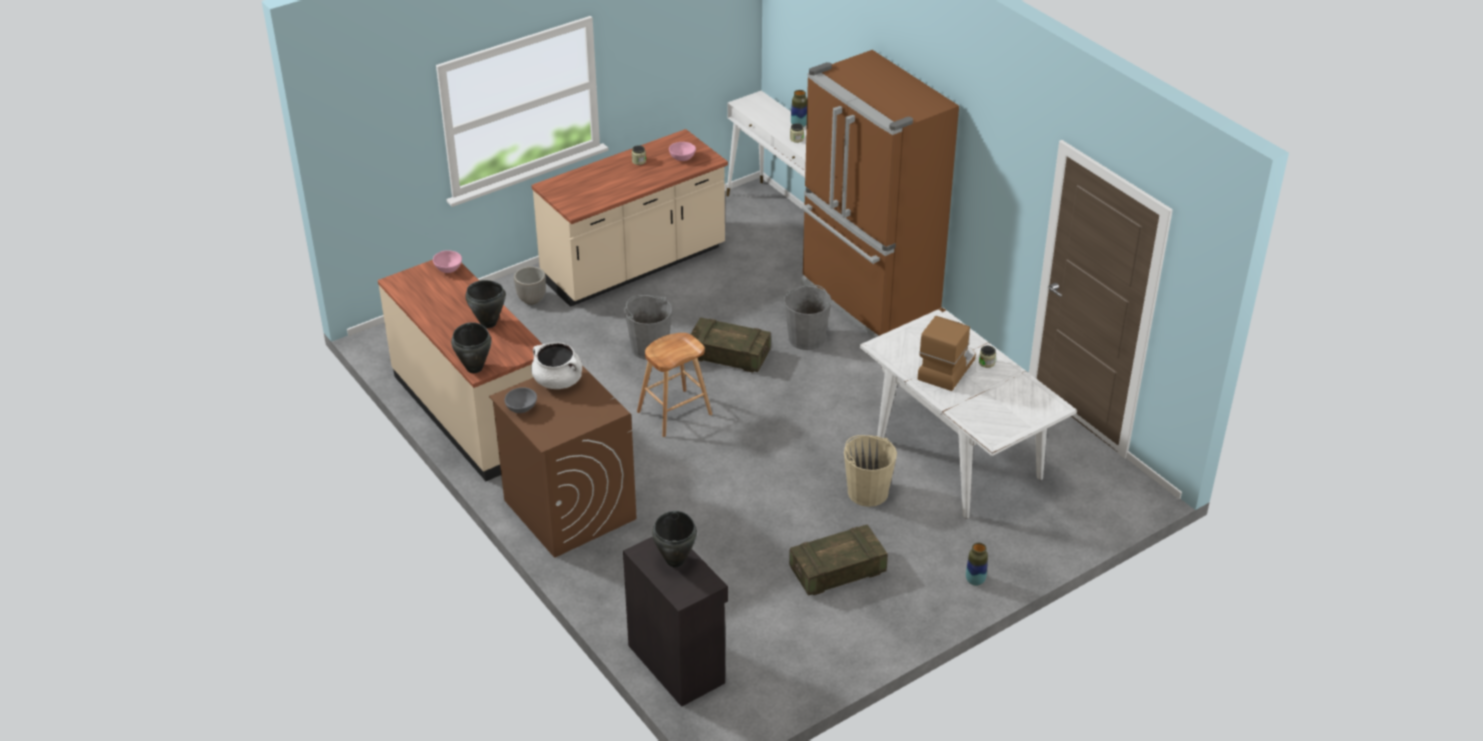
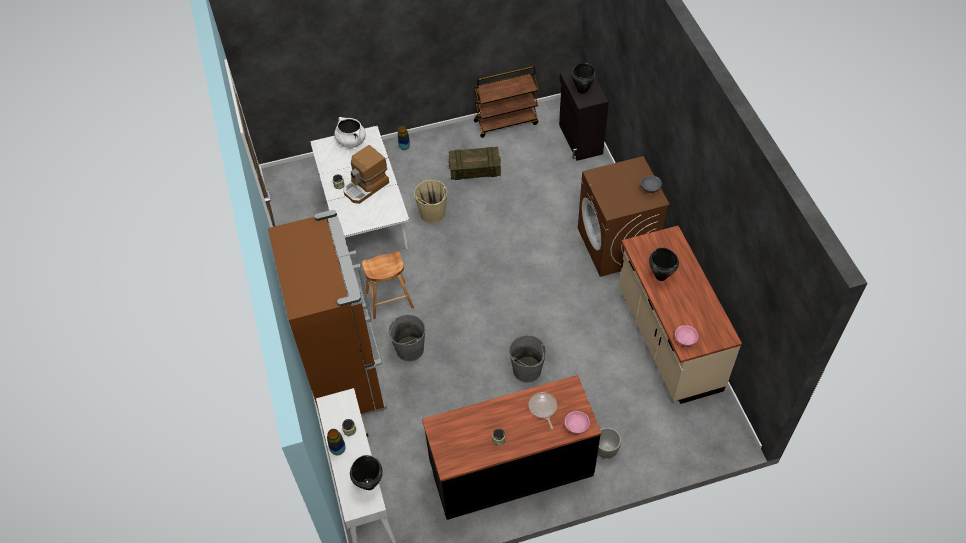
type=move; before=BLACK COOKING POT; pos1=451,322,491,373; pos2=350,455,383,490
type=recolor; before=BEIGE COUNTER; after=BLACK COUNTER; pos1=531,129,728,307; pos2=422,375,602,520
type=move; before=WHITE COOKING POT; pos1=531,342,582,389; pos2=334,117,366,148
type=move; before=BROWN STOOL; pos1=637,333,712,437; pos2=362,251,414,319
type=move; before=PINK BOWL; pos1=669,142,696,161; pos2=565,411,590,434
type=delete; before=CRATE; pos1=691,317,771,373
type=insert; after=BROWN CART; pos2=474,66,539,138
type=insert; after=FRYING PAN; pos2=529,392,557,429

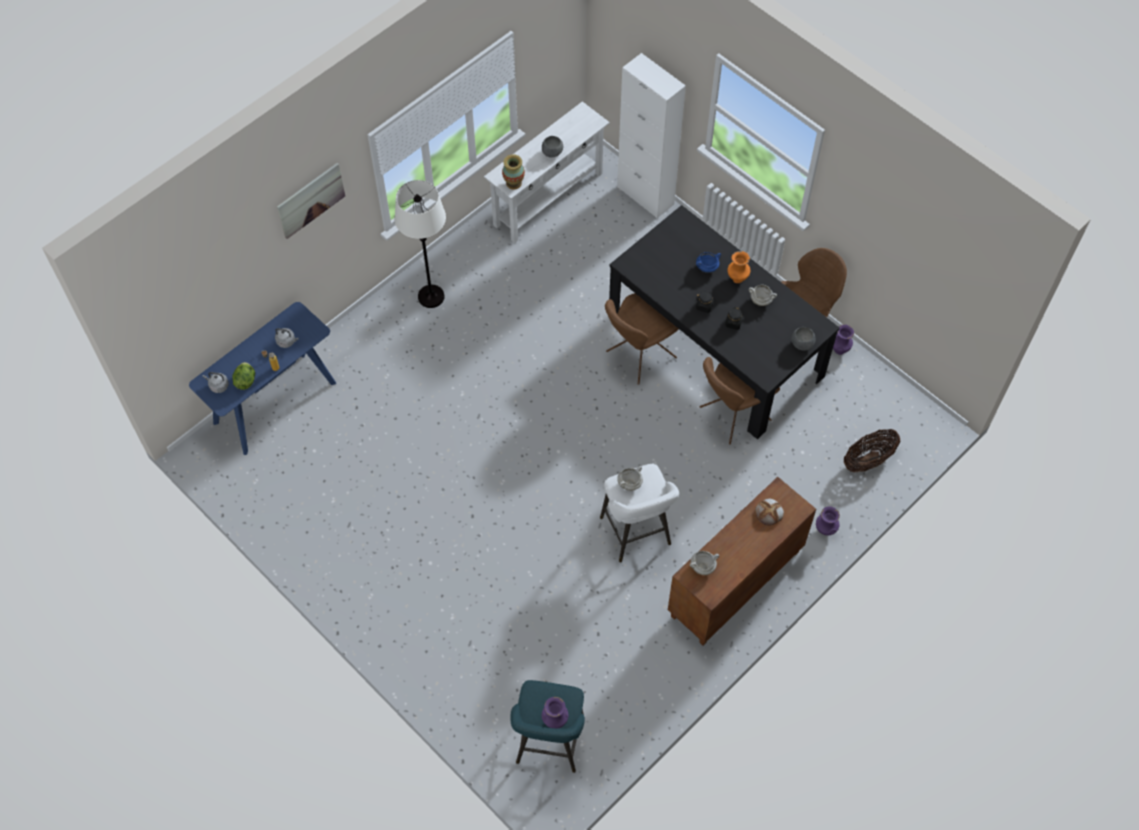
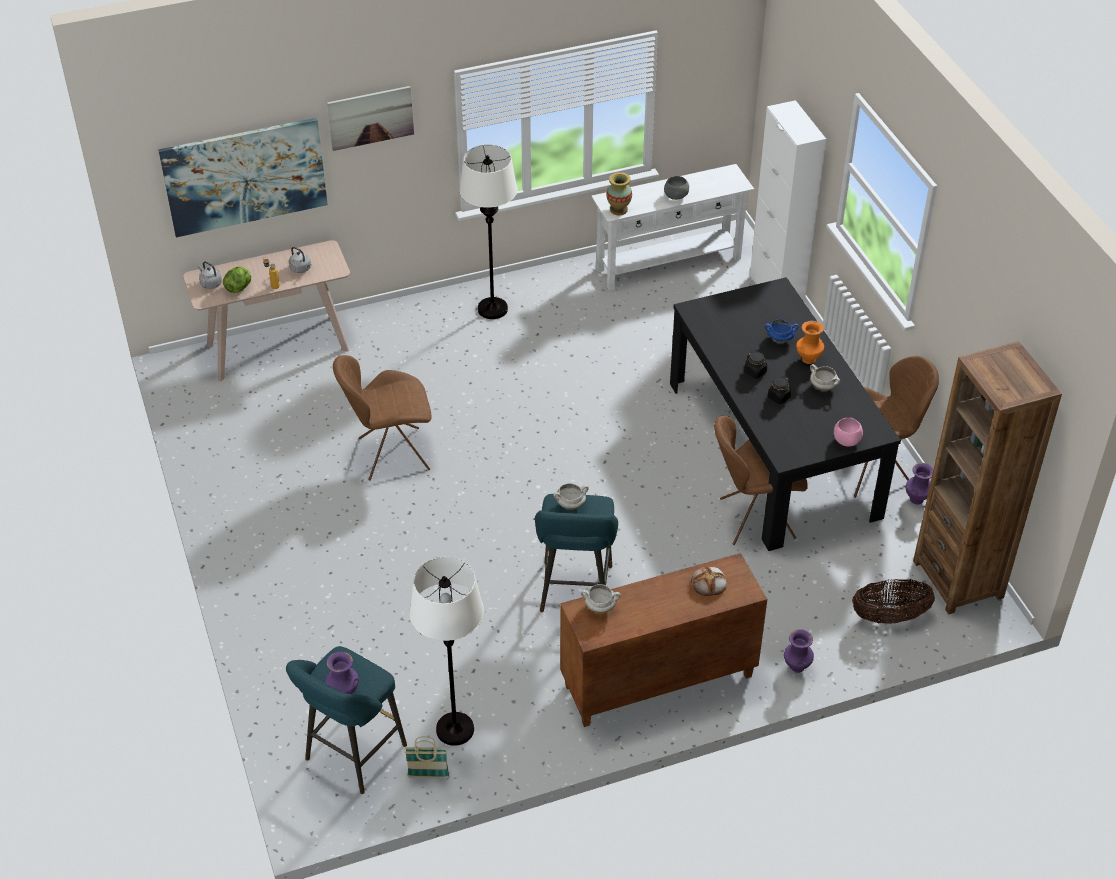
type=recolor; before=BLUE CONSOLE TABLE; after=BEIGE CONSOLE TABLE; pos1=189,302,336,455; pos2=183,240,350,382
type=recolor; before=WHITE STOOL; after=TURQUOISE STOOL; pos1=600,464,679,562; pos2=535,494,618,612
type=move; before=BROWN CHAIR; pos1=605,293,679,385; pos2=333,355,431,481
type=recolor; before=GREY BOWL; after=PINK BOWL; pos1=792,327,815,351; pos2=834,418,863,447
type=insert; after=PICTURE; pos2=158,118,328,237
type=insert; after=BASKET; pos2=405,736,449,779
type=insert; after=WHITE FLOOR LAMP; pos2=410,557,484,746
type=insert; after=BROWN BOOKCASE; pos2=913,341,1062,614

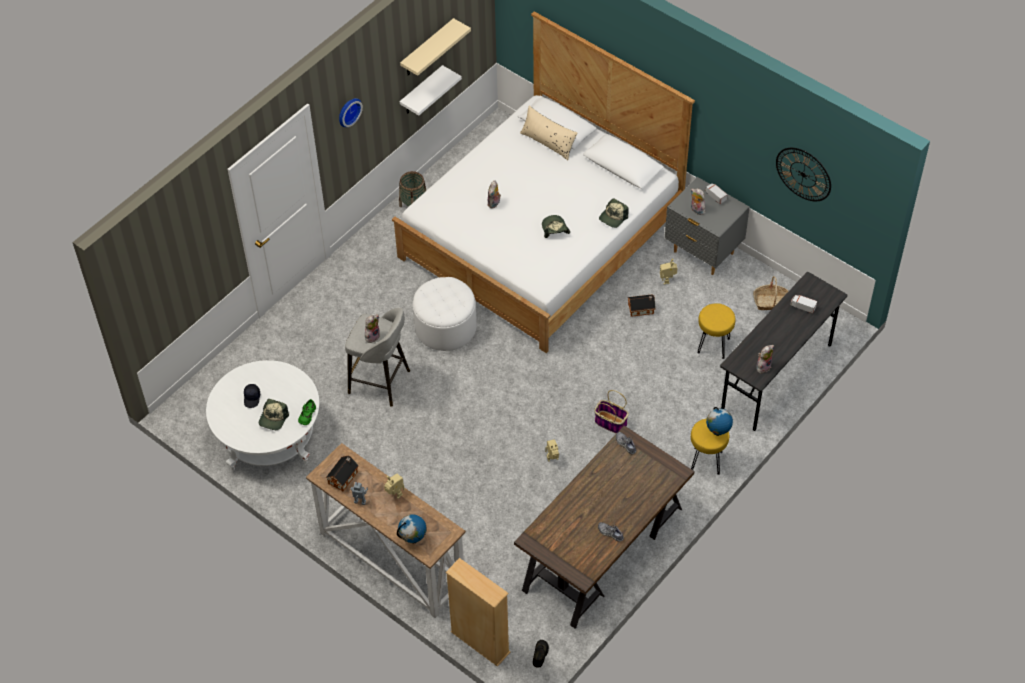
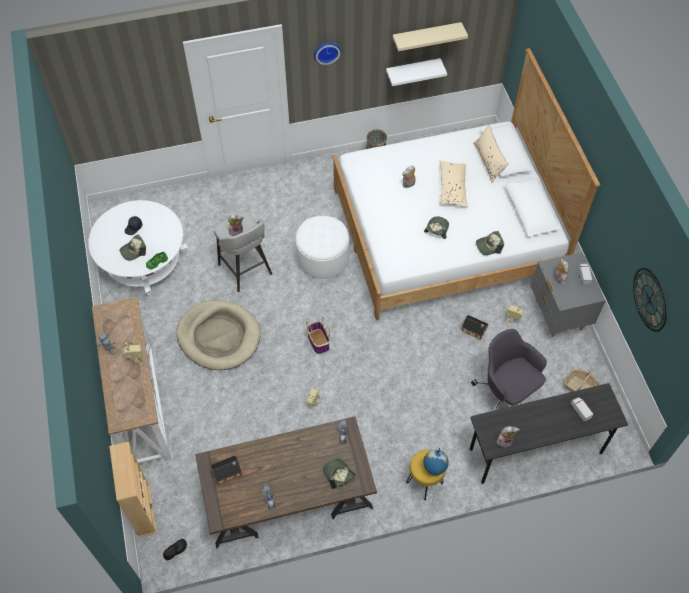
type=move; before=TOY HOUSE; pos1=326,455,359,491; pos2=210,455,242,485
type=delete; before=GLOBE; pos1=397,514,427,543
type=move; before=BASKET; pos1=594,390,629,433; pos2=307,317,330,354
type=replace; before=YELLOW STOOL; after=GREY OFFICE CHAIR; pos1=697,303,735,359; pos2=471,329,547,411
type=insert; after=BEIGE DOG BED; pos2=176,300,261,370
type=insert; after=CAP; pos2=323,458,355,489
type=insert; after=BEIGE PILLOW; pos2=440,160,468,207

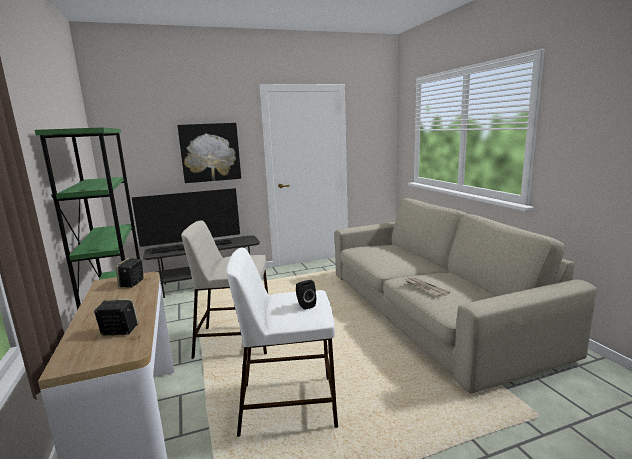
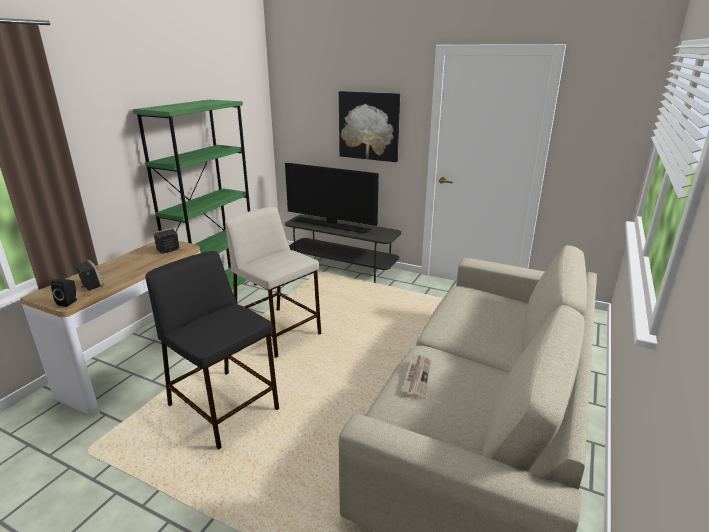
type=recolor; before=WHITE STOOL; after=BLACK STOOL; pos1=226,248,338,437; pos2=145,251,279,450
type=move; before=BLACK SPEAKER; pos1=296,280,316,310; pos2=51,279,77,307

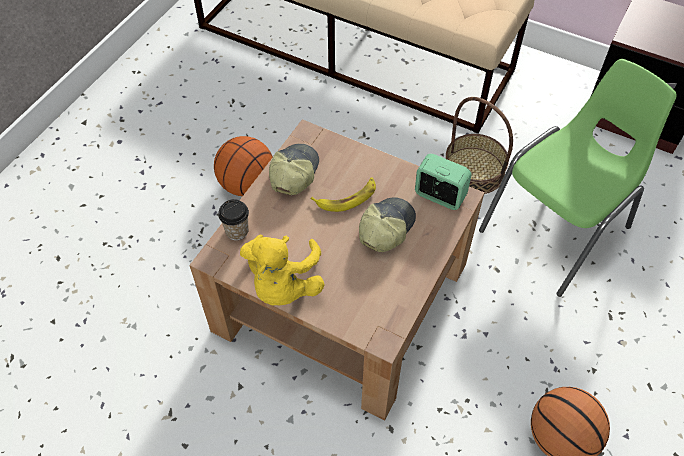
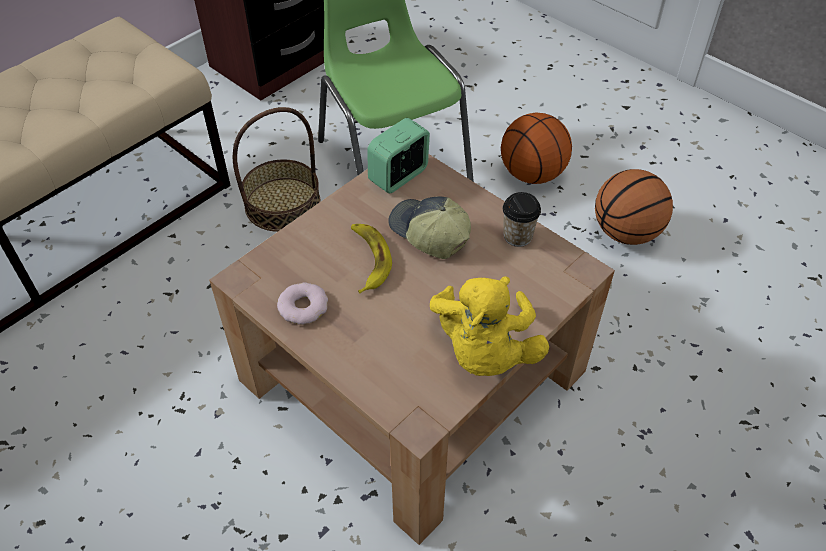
type=move; before=BASKETBALL; pos1=214,136,273,196; pos2=501,113,572,184
type=move; before=CUP; pos1=218,199,249,240; pos2=503,192,541,247
type=rotate; before=YELLOW PLUSH TOY; pos1=240,235,325,305; pos2=430,276,549,376; turn=75
type=replace; before=CAP; after=DONUT; pos1=269,144,319,195; pos2=277,282,328,325

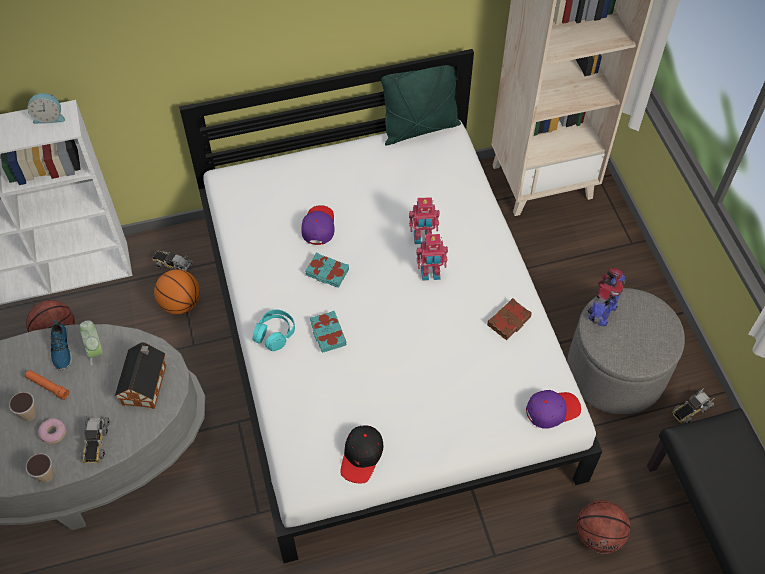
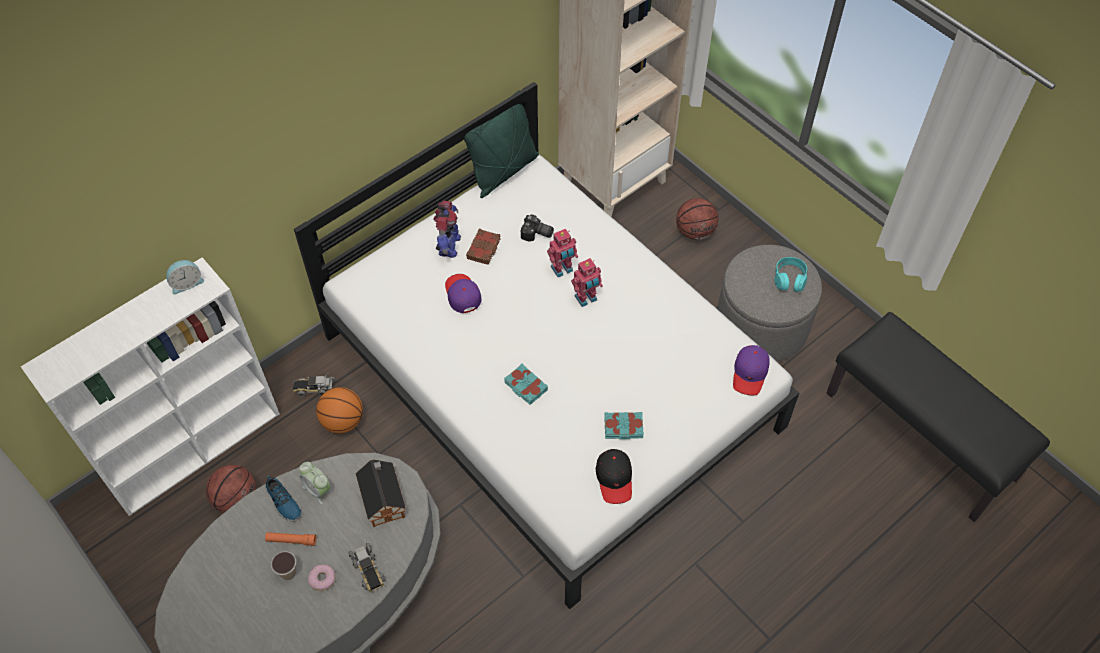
type=delete; before=CUP; pos1=26,453,54,483
type=move; before=TURQUOISE HEADPHONES; pos1=253,309,295,351; pos2=774,257,807,292
type=move; before=TURQUOISE BOOK; pos1=305,252,349,288; pos2=604,412,644,439
type=move; before=BROWN BOOK; pos1=487,298,532,340; pos2=466,228,501,265
type=rotate; before=PURPLE CAP; pos1=526,390,581,429; pos2=733,345,770,395; turn=150
type=move; before=BASKETBALL; pos1=577,500,630,554; pos2=676,198,718,240
type=move; before=TOY ROBOT; pos1=588,268,625,327; pos2=434,201,461,258
type=delete; before=TOY TRUCK; pos1=672,387,714,424
type=insert; after=PHOTO CAMERA; pos2=521,214,554,241

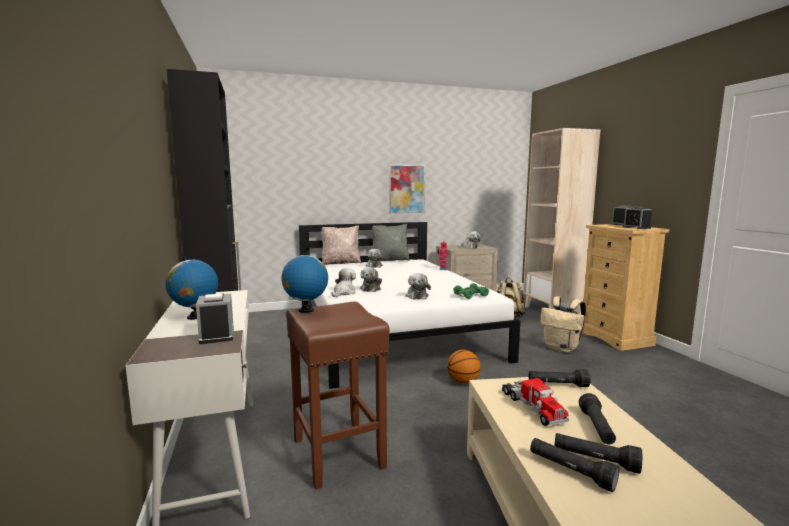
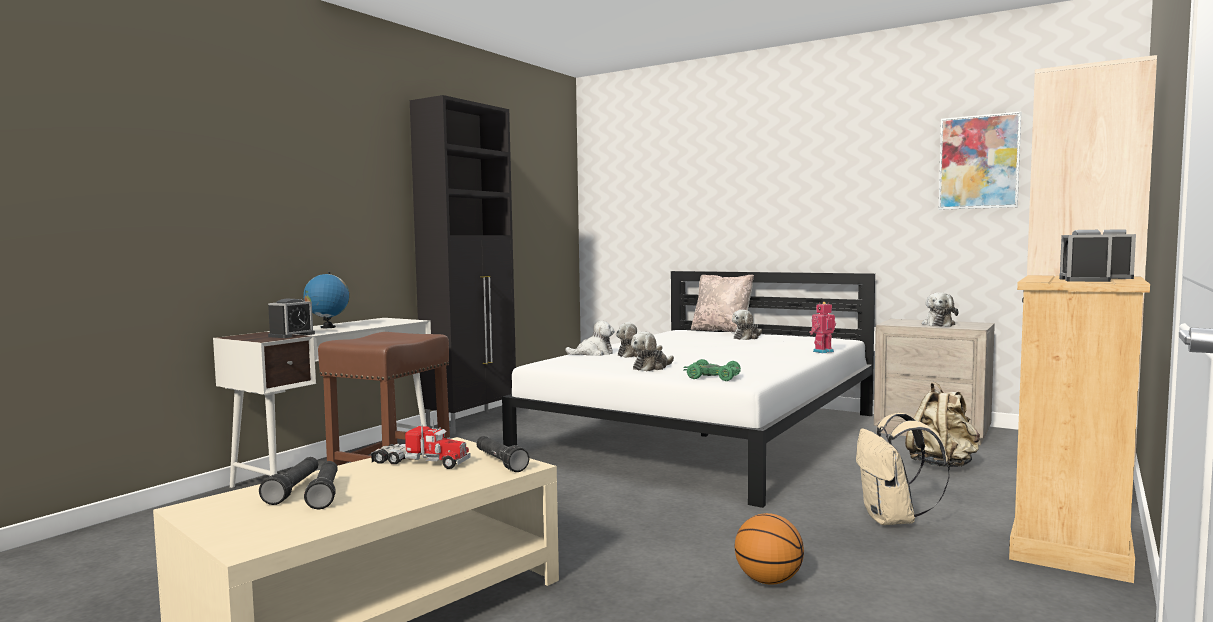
type=delete; before=GLOBE; pos1=282,252,328,313
type=delete; before=GREY PILLOW; pos1=371,224,410,261
type=move; before=PICTURE; pos1=389,164,425,214; pos2=939,112,1021,210
type=move; before=BASKETBALL; pos1=447,350,481,384; pos2=735,513,804,585
type=rotate; before=TOY TRUCK; pos1=502,378,569,426; pos2=371,420,471,469; turn=-105
type=delete; before=BLACK FLASHLIGHT; pos1=579,393,616,444

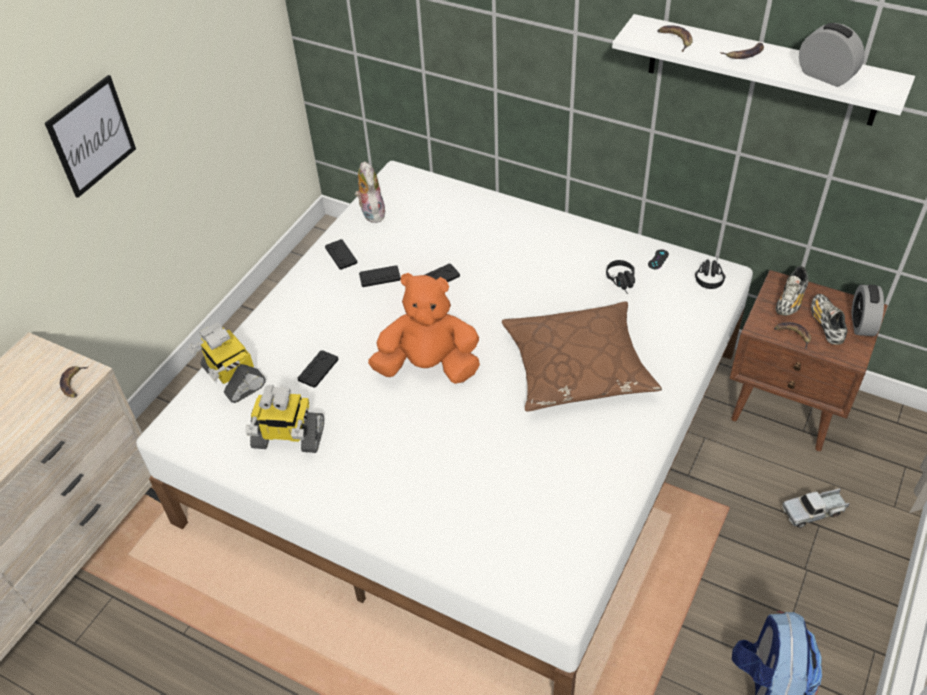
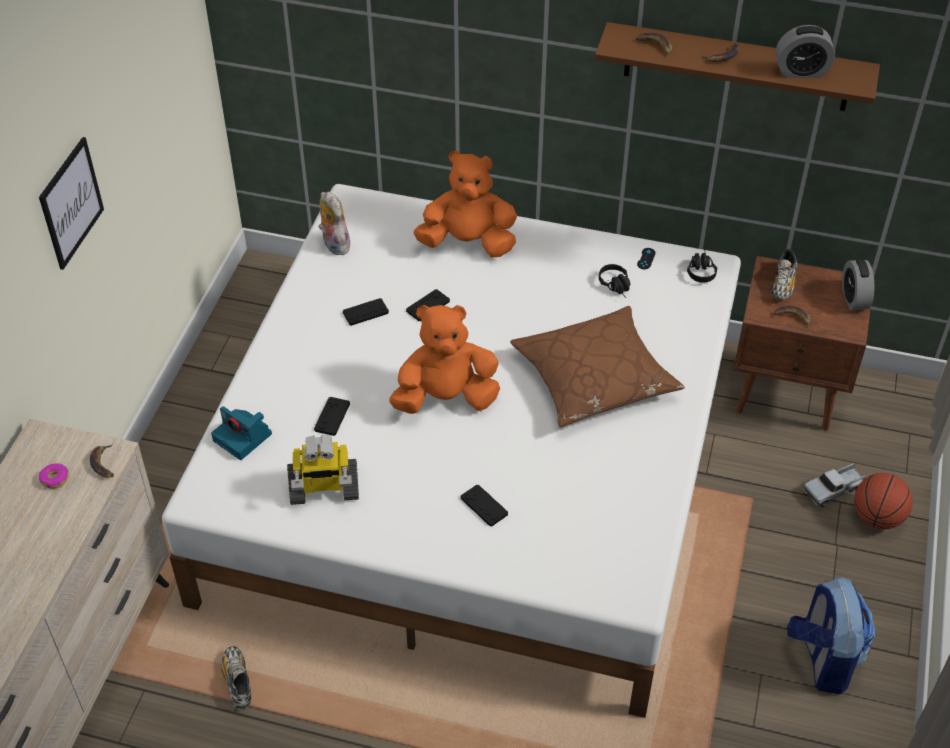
type=replace; before=TOY ROBOT; after=PHOTO CAMERA; pos1=188,322,266,403; pos2=211,406,272,460
type=move; before=BLACK GAME CONTROLLER; pos1=325,239,357,270; pos2=461,485,508,526
type=recolor; before=WHITE SHELF; after=BROWN SHELF; pos1=612,14,915,126; pos2=595,22,880,111
type=rotate; before=ALARM CLOCK; pos1=799,23,865,87; pos2=776,25,835,78; turn=150
type=move; before=SHOE; pos1=811,294,848,345; pos2=221,646,251,709
type=insert; after=DONUT; pos2=39,463,69,489
type=insert; after=ORANGE PLUSH TOY; pos2=413,150,517,257
type=insert; after=BASKETBALL; pos2=854,473,913,529

